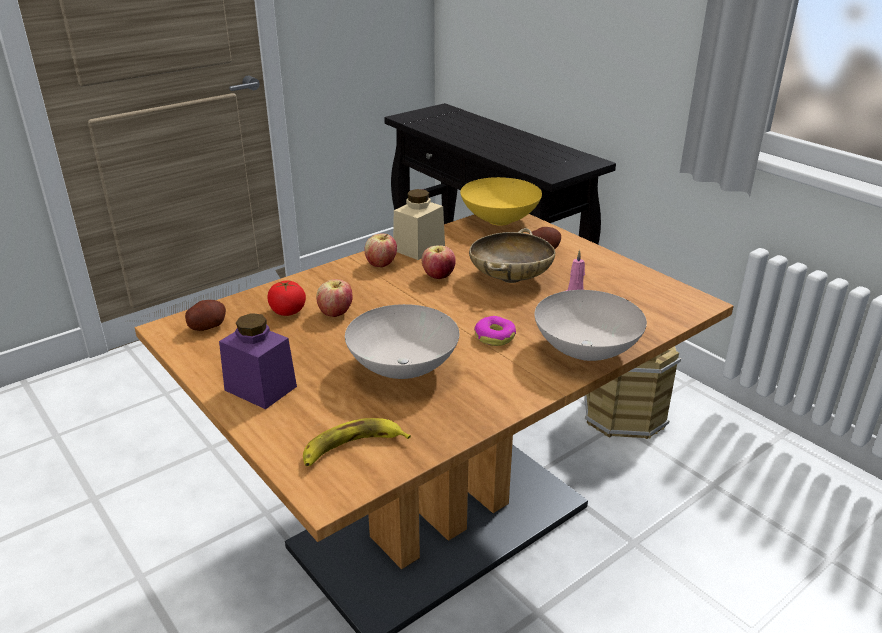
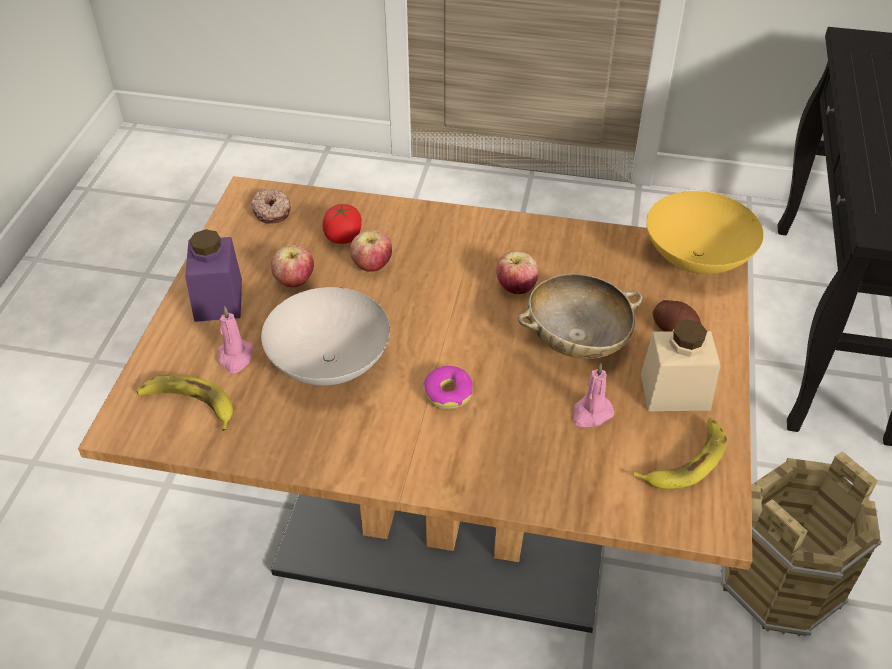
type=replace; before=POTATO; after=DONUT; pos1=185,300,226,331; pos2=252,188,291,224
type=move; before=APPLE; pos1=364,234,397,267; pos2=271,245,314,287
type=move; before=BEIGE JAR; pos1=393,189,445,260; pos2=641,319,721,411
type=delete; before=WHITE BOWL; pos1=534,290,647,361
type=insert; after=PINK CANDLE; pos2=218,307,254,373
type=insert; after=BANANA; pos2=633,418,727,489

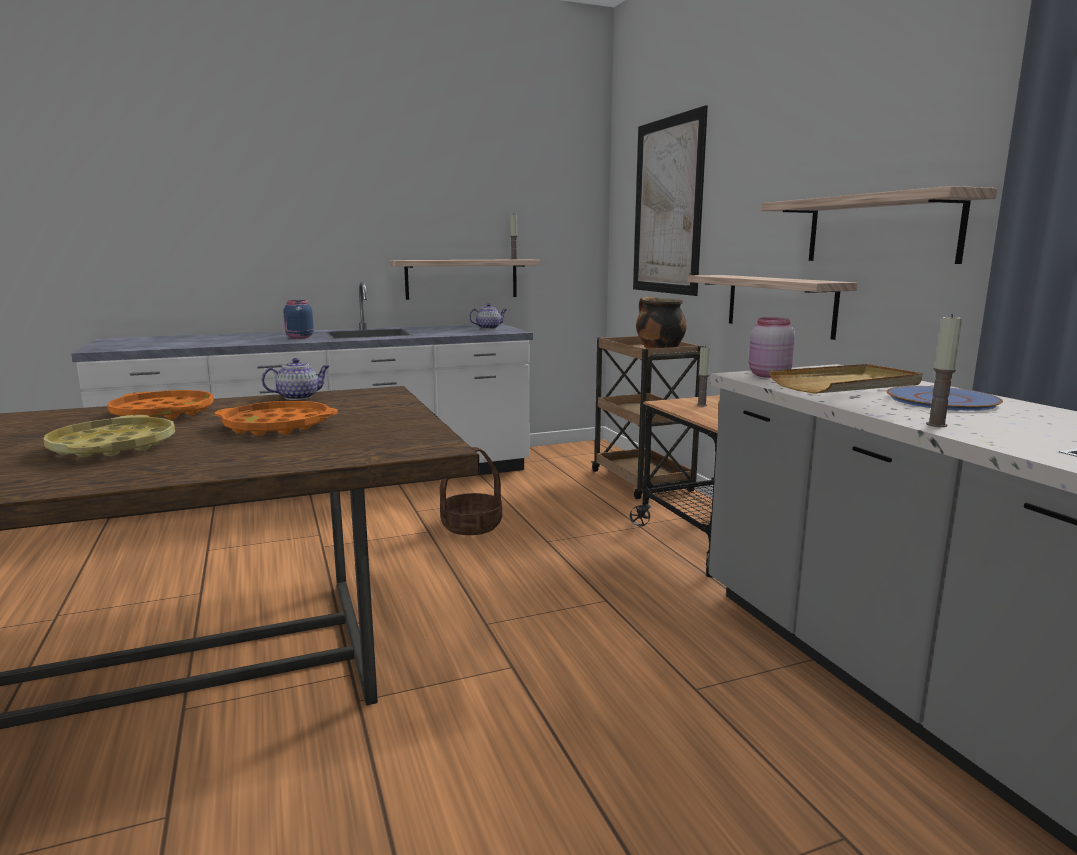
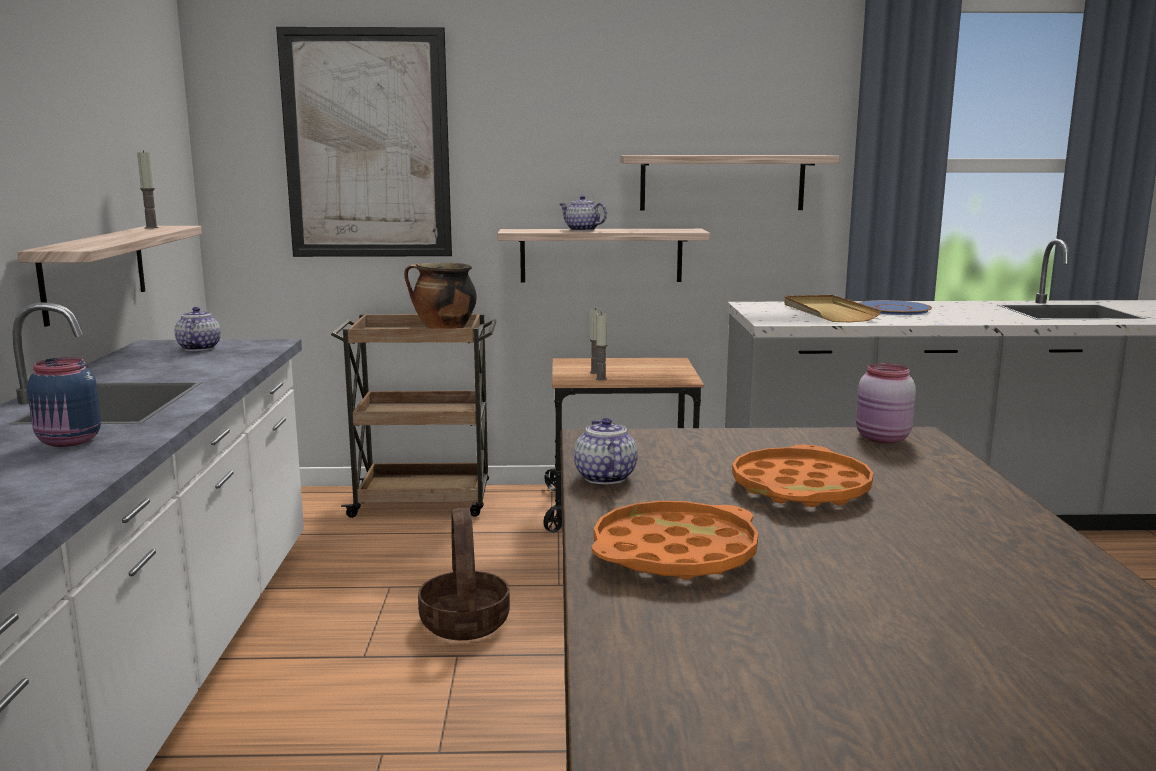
type=delete; before=YELLOW TRAY; pos1=43,415,175,457
type=move; before=PINK JAR; pos1=749,317,795,378; pos2=856,363,916,443
type=move; before=CANDLE; pos1=926,314,962,427; pos2=596,312,607,380
type=insert; after=TEAPOT; pos2=560,195,607,231

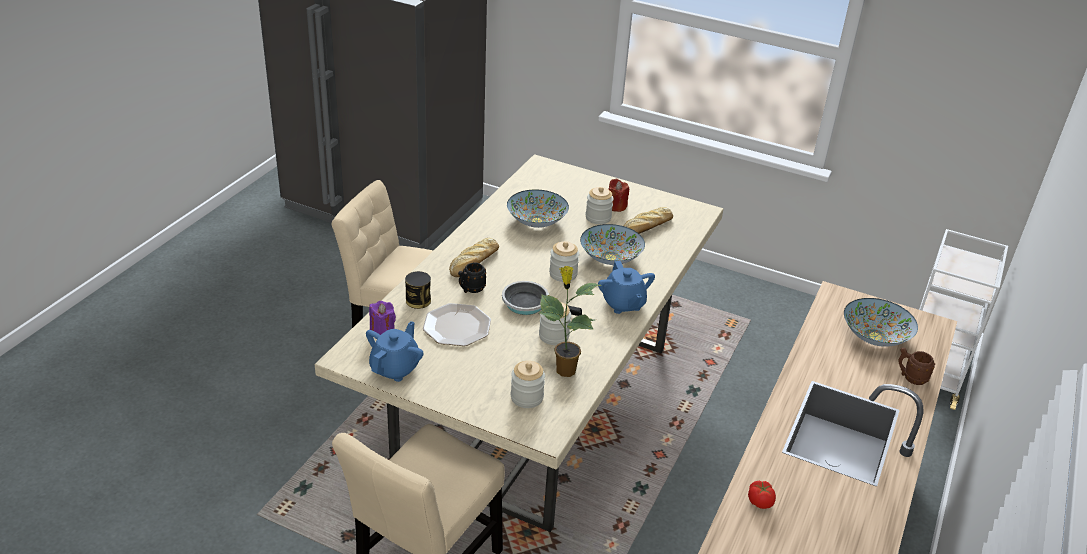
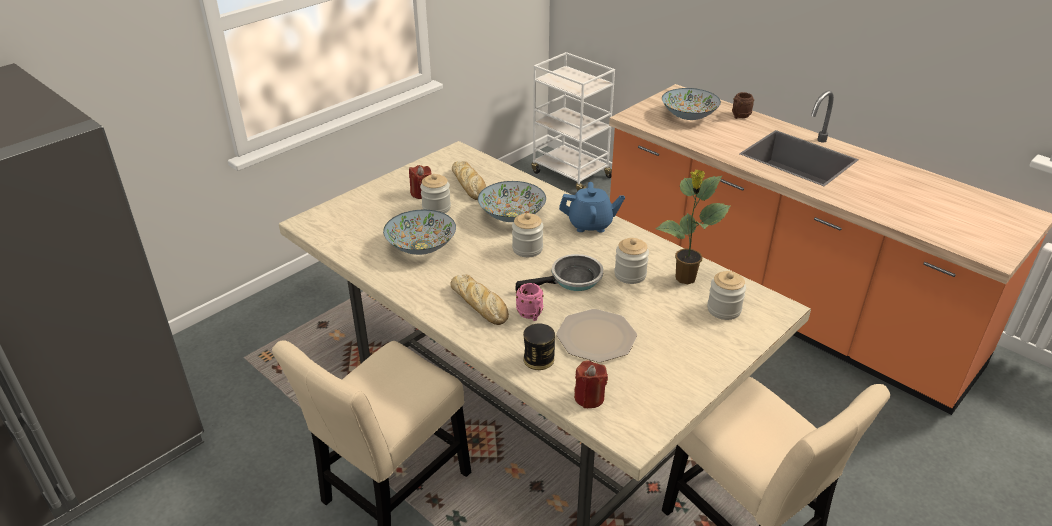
type=delete; before=BLUE TEAPOT; pos1=366,321,424,382
type=recolor; before=PURPLE CANDLE; after=RED CANDLE; pos1=369,301,396,335; pos2=574,361,608,408
type=recolor; before=BLACK MUG; after=PINK MUG; pos1=458,263,486,293; pos2=516,283,544,321
type=rotate; before=FRYING PAN; pos1=502,281,582,316; pos2=515,254,603,291; turn=-150
type=delete; before=TOMATO; pos1=748,480,776,509

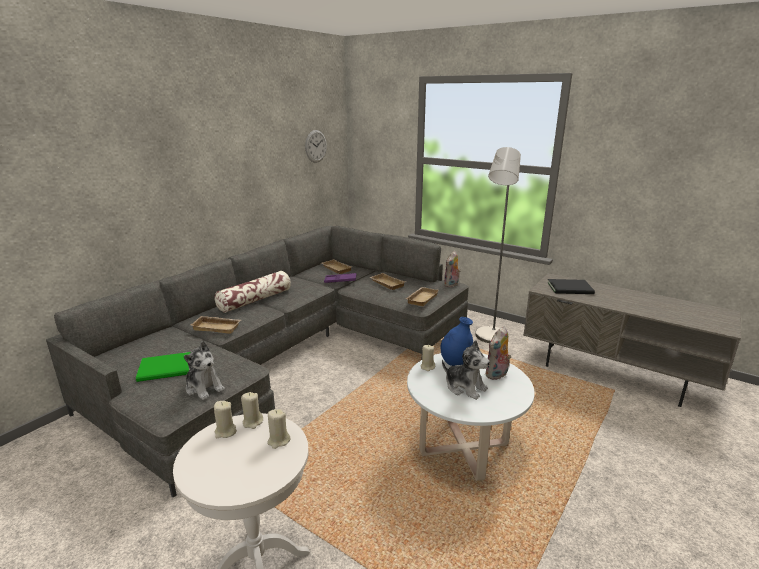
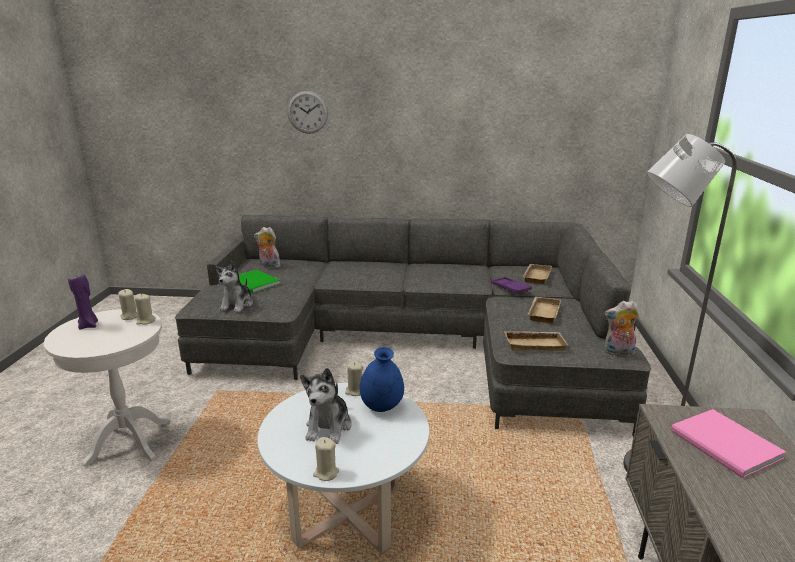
type=delete; before=BEIGE TRAY; pos1=190,316,241,334
type=delete; before=PILLOW; pos1=215,271,291,313
type=move; before=BEIGE CANDLE; pos1=267,409,290,449; pos2=313,437,339,481
type=move; before=WALL CLOCK; pos1=305,130,327,163; pos2=287,91,328,134
type=move; before=PLUSH TOY; pos1=485,326,511,380; pos2=254,227,281,269
type=recolor; before=BLACK BOOK; after=PINK BOOK; pos1=547,279,595,294; pos2=671,409,786,478
type=insert; after=PURPLE CANDLE; pos2=68,273,98,329

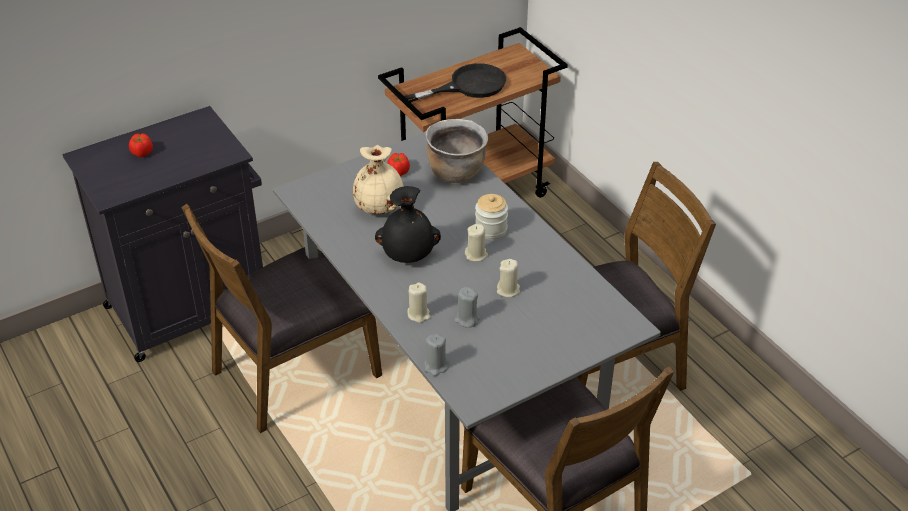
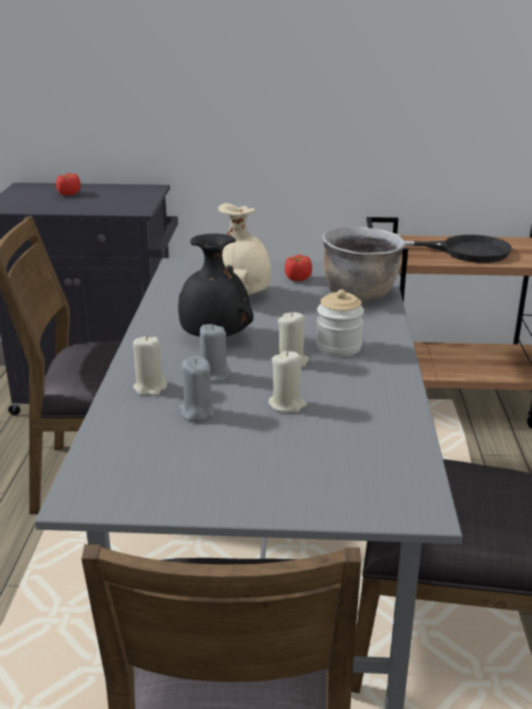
type=move; before=GREY CANDLE; pos1=425,334,449,376; pos2=200,324,231,382

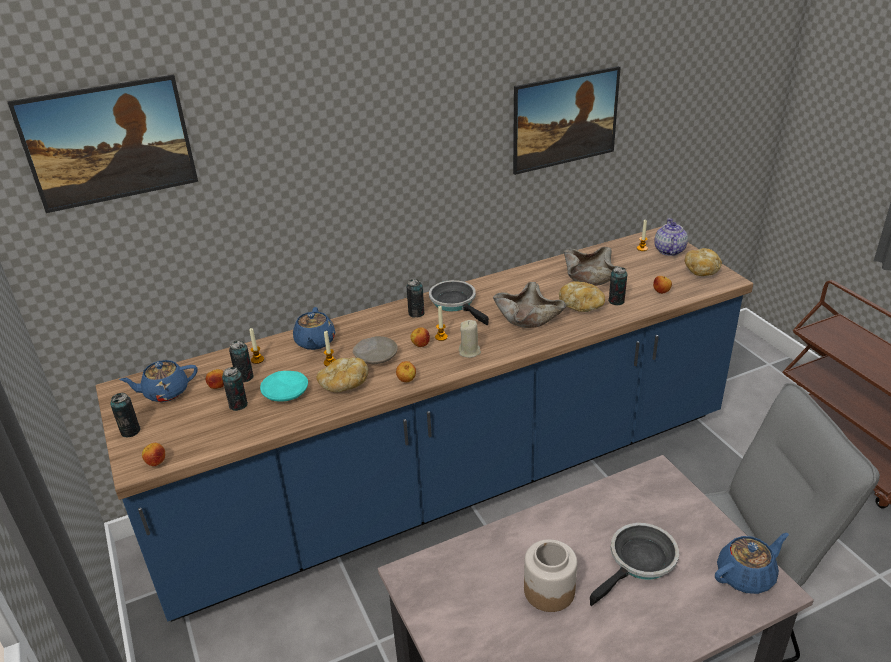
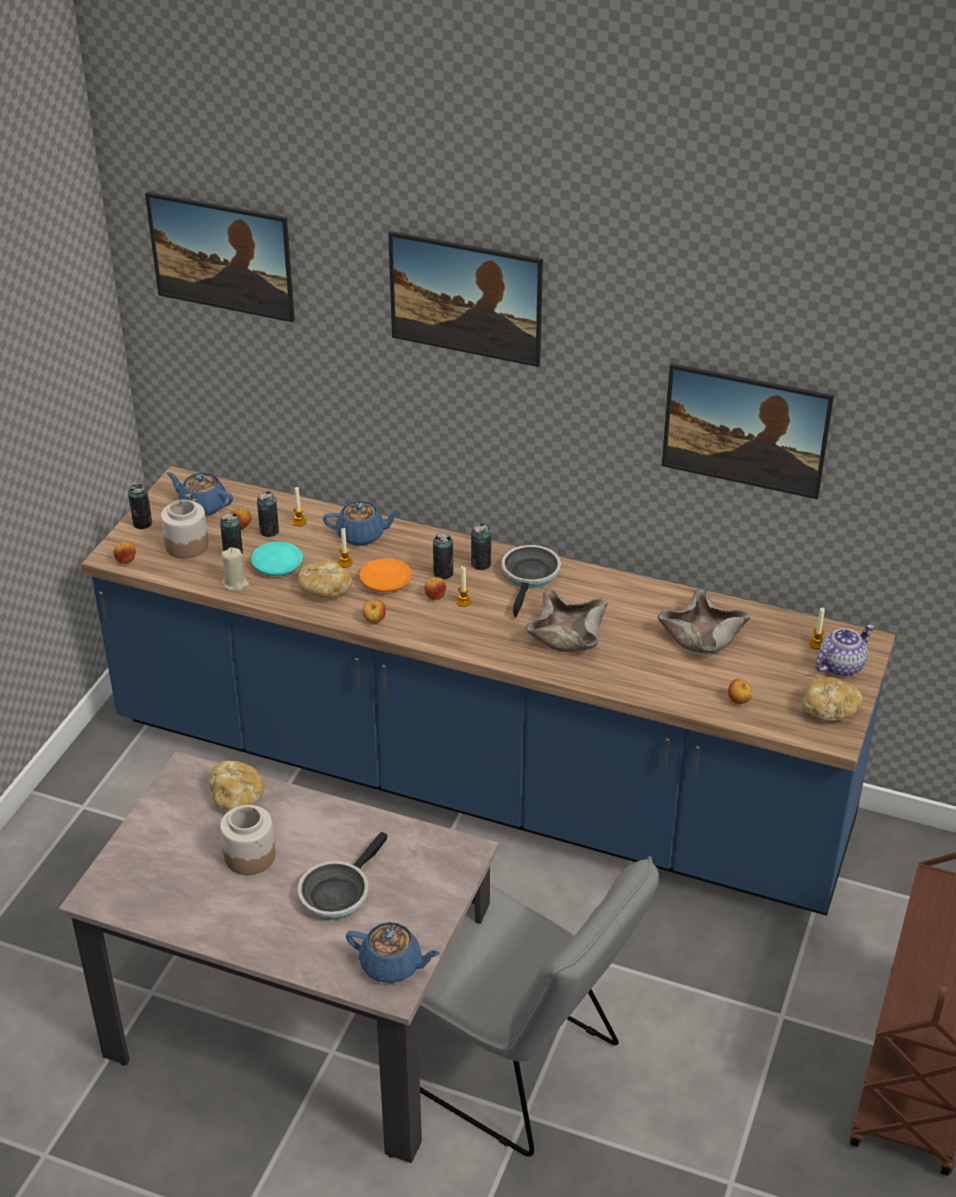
type=rotate; before=BLUE TEAPOT; pos1=293,307,335,350; pos2=323,501,401,546; turn=-135
type=recolor; before=BEIGE PLATE; after=ORANGE PLATE; pos1=353,336,398,364; pos2=360,558,412,592
type=move; before=BEIGE CANDLE; pos1=459,320,481,358; pos2=221,547,249,591
type=move; before=BREAD; pos1=559,281,605,312; pos2=209,761,264,811
type=rotate; before=FRYING PAN; pos1=590,523,679,606; pos2=298,832,388,920; turn=120
type=move; before=CAN; pos1=608,267,627,305; pos2=433,533,453,579
type=insert; after=JAR; pos2=161,500,208,558
type=insert; after=PICTURE; pos2=388,231,543,367

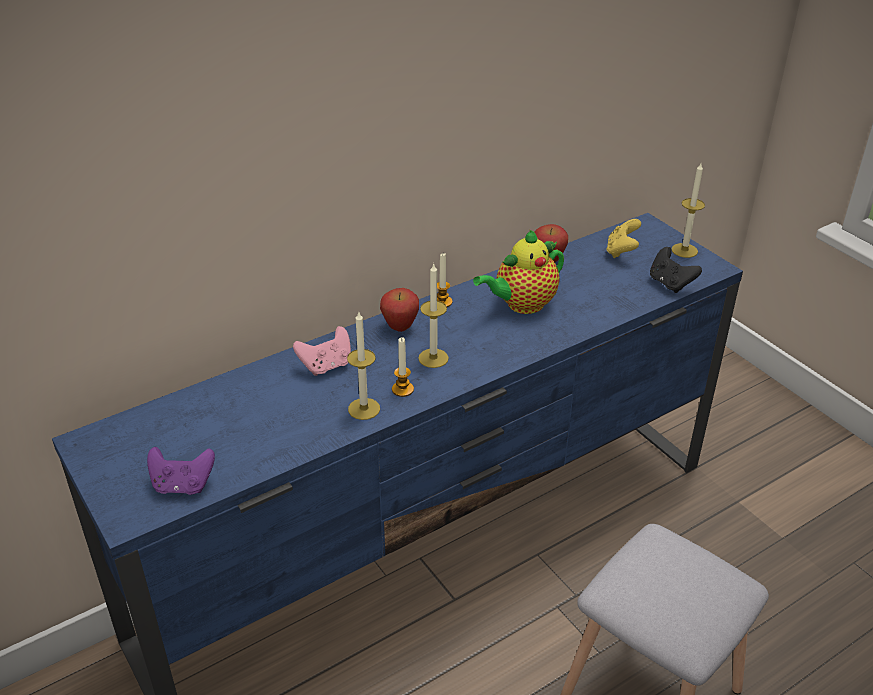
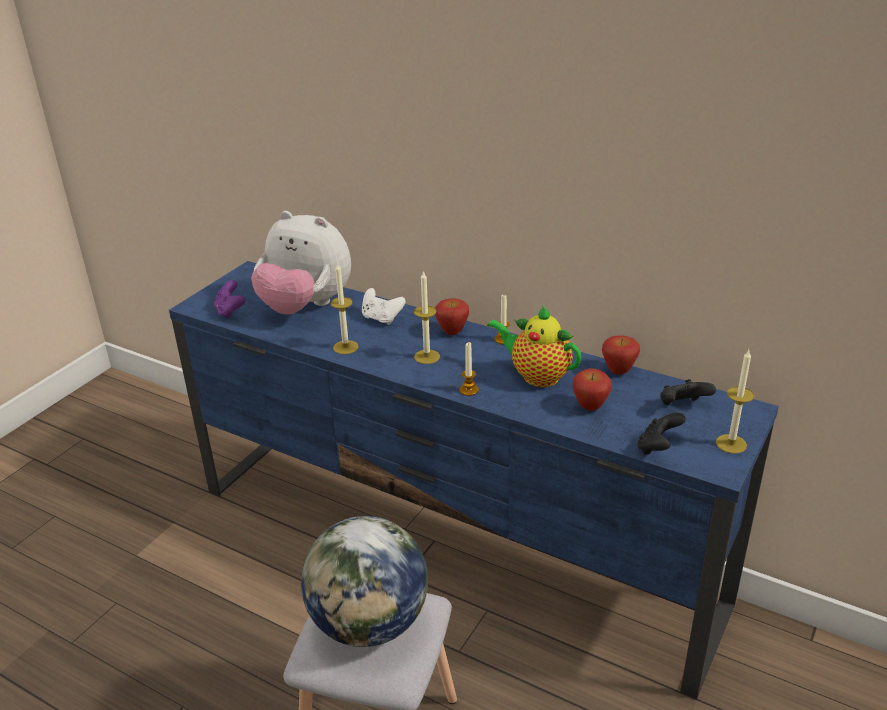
type=recolor; before=PINK GAME CONTROLLER; after=WHITE GAME CONTROLLER; pos1=293,326,351,376; pos2=362,288,406,325
type=move; before=CANDLE; pos1=392,337,414,397; pos2=459,342,479,396
type=recolor; before=YELLOW GAME CONTROLLER; after=BLACK GAME CONTROLLER; pos1=607,219,641,258; pos2=660,379,716,405
type=insert; after=PLUSH TOY; pos2=251,211,351,315
type=insert; after=GLOBE; pos2=301,516,428,647
type=insert; after=APPLE; pos2=573,368,611,411

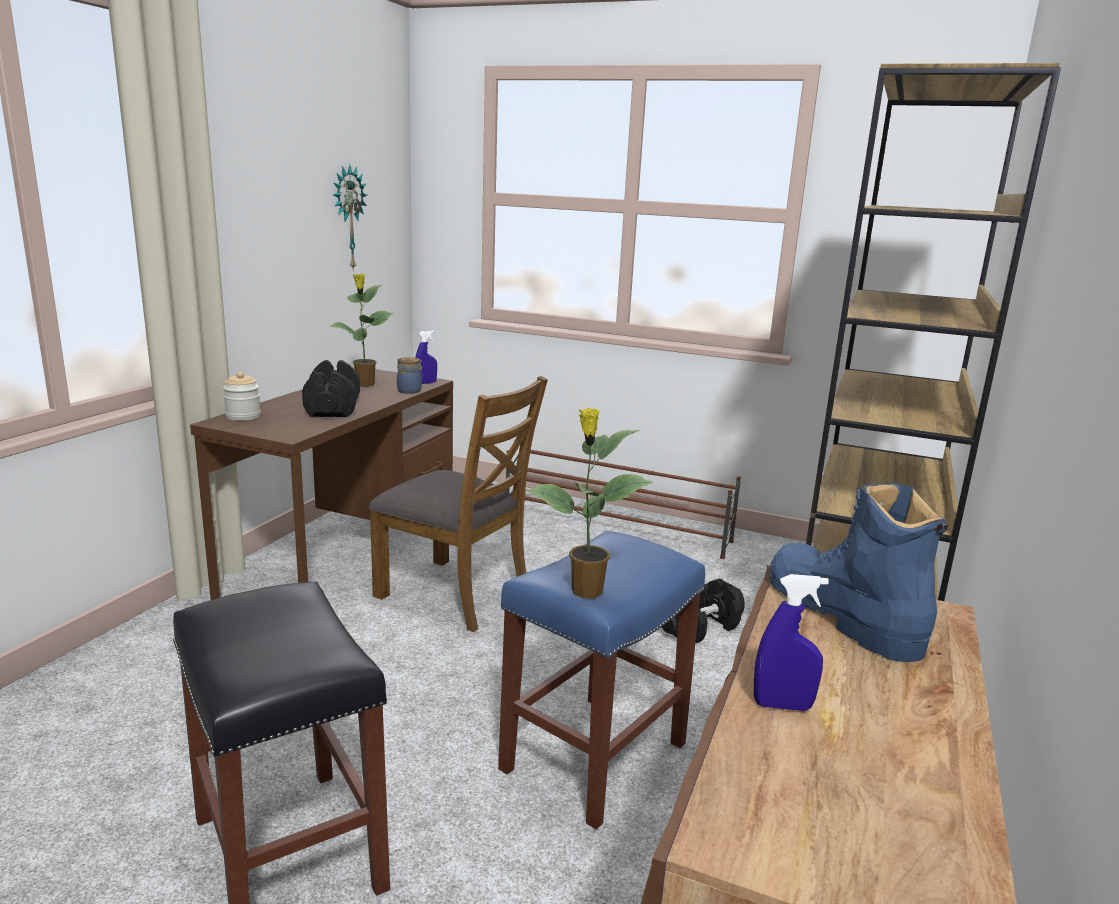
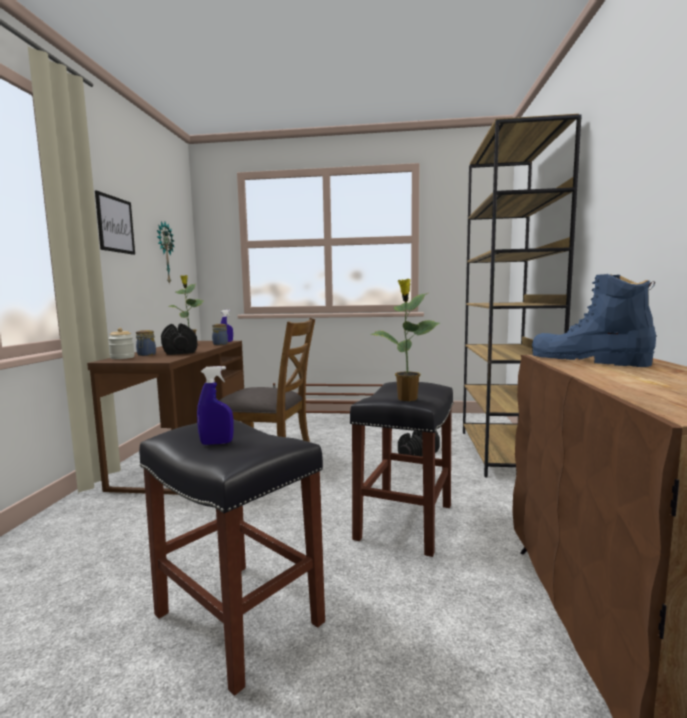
type=recolor; before=BLUE STOOL; after=BLACK STOOL; pos1=498,531,705,830; pos2=350,382,454,557
type=move; before=BLUE SPRAY BOTTLE; pos1=754,574,829,711; pos2=197,366,234,445
type=insert; after=PICTURE; pos2=95,190,135,255
type=insert; after=JAR; pos2=136,330,156,356

